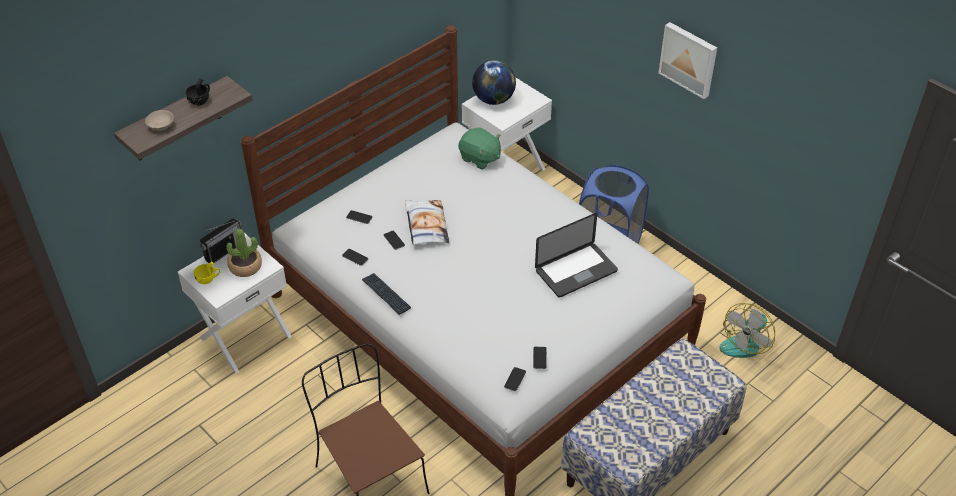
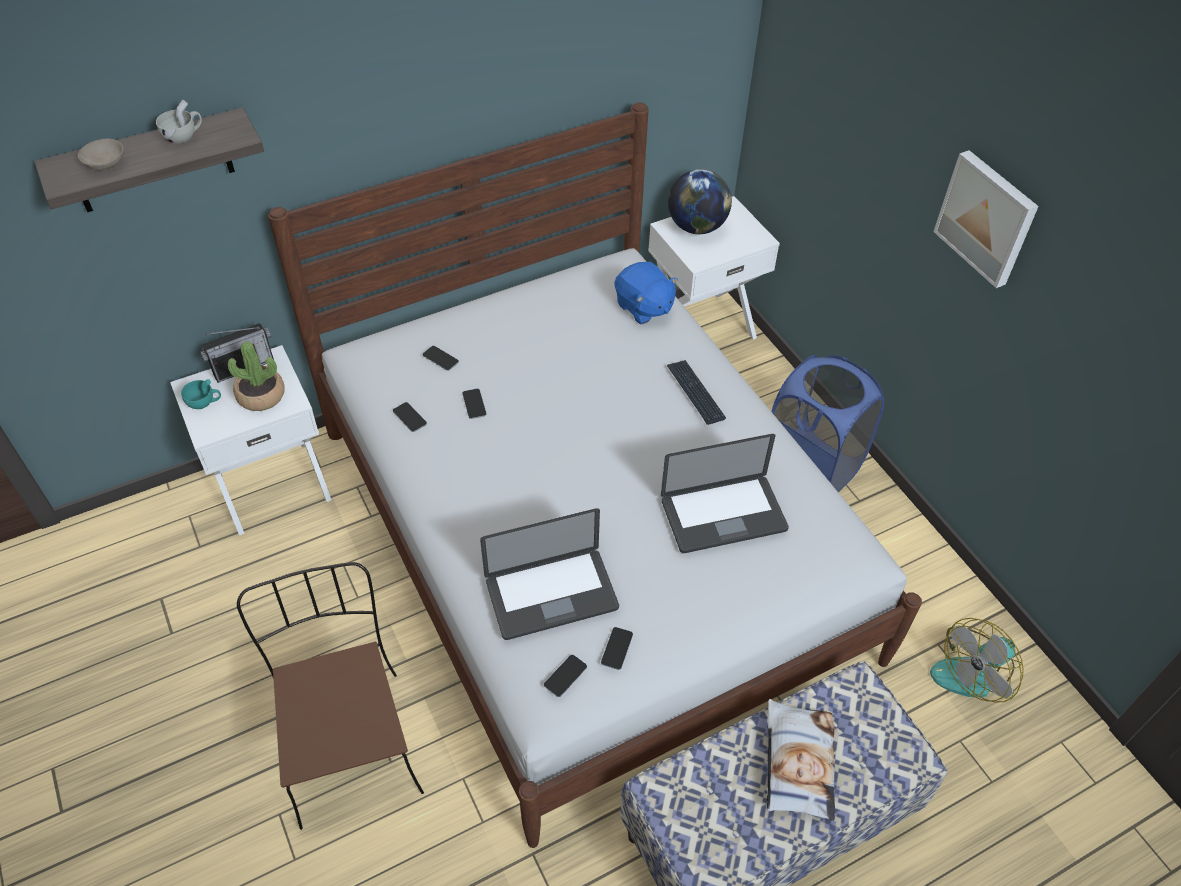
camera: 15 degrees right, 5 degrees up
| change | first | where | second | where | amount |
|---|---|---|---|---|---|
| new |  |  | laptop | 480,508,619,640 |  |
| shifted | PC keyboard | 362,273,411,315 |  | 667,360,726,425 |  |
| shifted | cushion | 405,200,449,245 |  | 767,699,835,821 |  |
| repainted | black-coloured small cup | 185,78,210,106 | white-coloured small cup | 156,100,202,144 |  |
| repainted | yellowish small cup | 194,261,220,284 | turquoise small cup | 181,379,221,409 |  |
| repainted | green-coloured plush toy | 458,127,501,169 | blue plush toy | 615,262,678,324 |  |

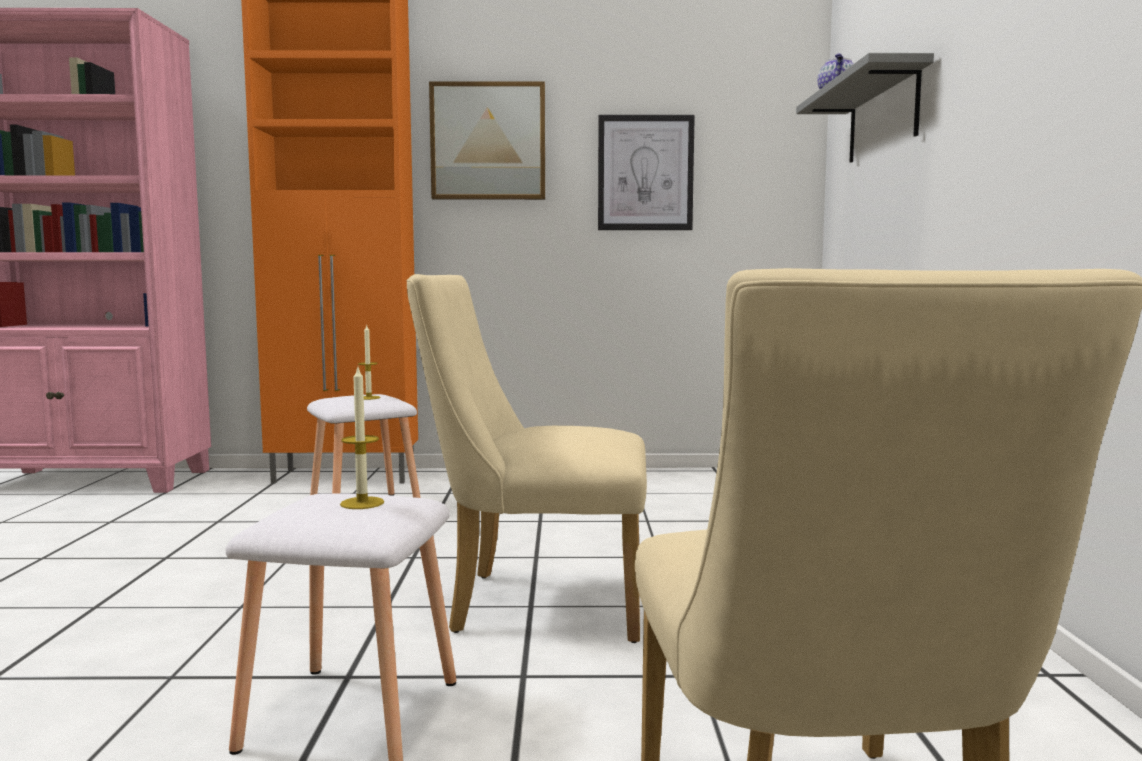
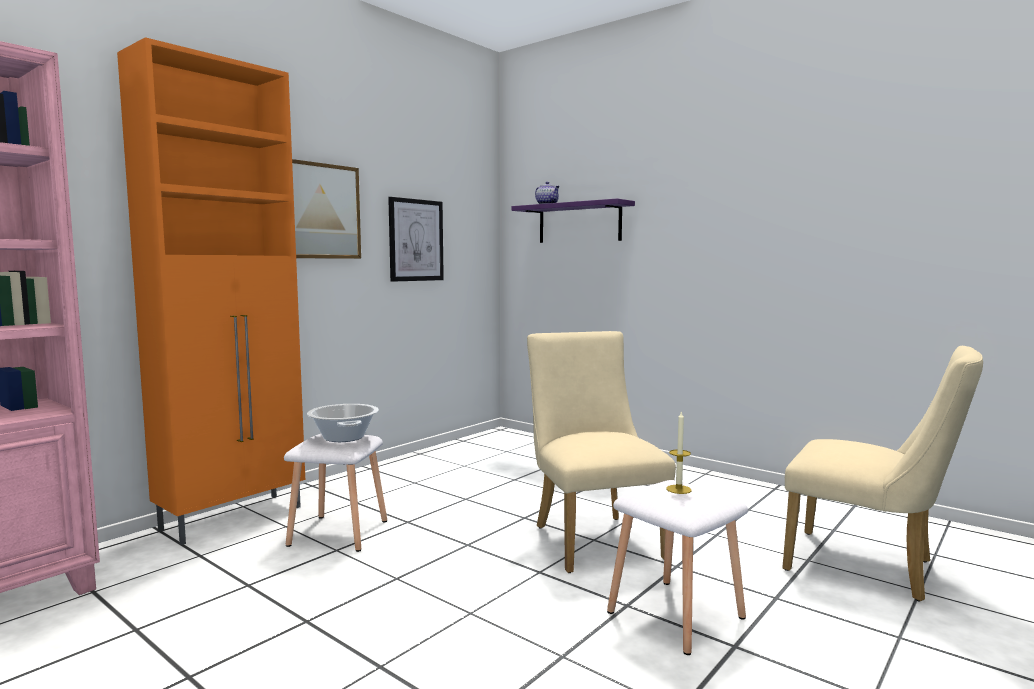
camera: 50 degrees left, 0 degrees up
| change | first | where | second | where | amount |
|---|---|---|---|---|---|
| swapped | wax candle | 358,325,381,400 | stockpot | 307,404,379,442 |  |
| repainted | greyish wall shelf | 796,53,934,163 | purple-coloured wall shelf | 511,198,635,243 |  |
| rotated | beige-coloured plain chair | 407,274,647,643 |  | 527,331,676,573 | 120 degrees clockwise |

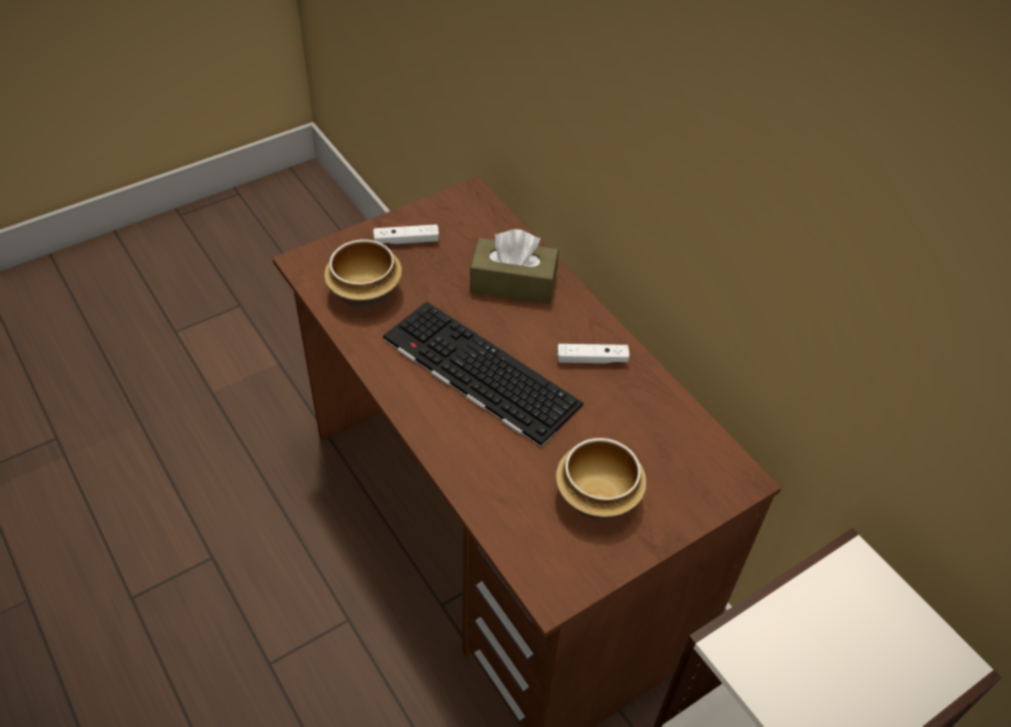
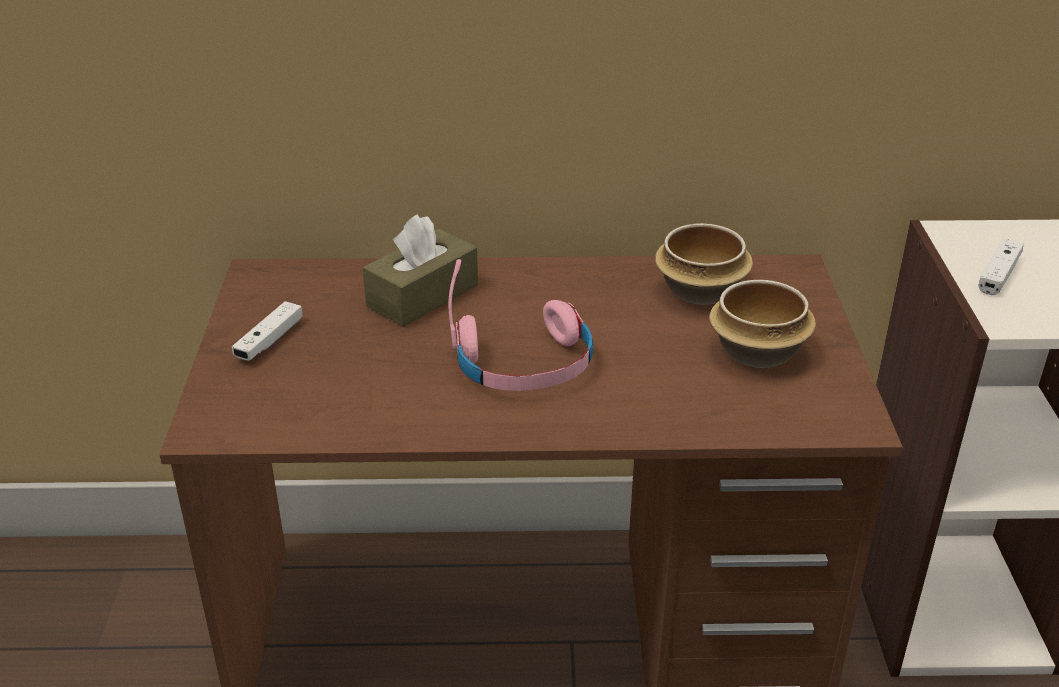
camera: 55 degrees left, 15 degrees down
| change | first | where | second | where | amount |
|---|---|---|---|---|---|
| shifted | bowl | 324,239,402,308 |  | 655,223,753,305 |  |
| shifted | white-coloured joypad | 557,344,630,364 |  | 978,239,1024,295 |  |
| swapped | PC keyboard | 383,302,583,447 | pink-coloured headset | 448,259,593,391 |  |

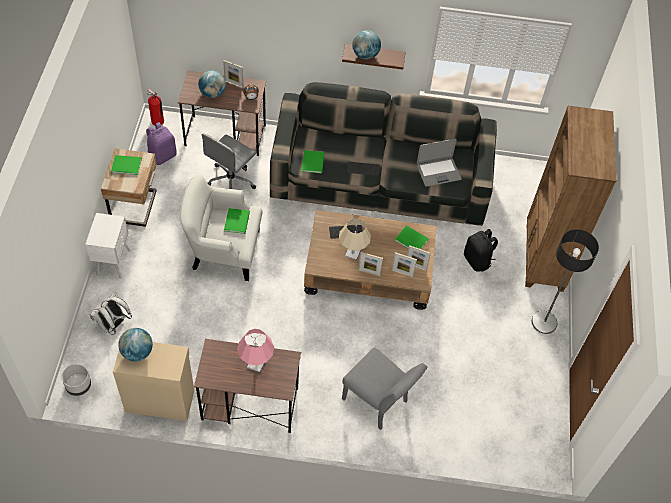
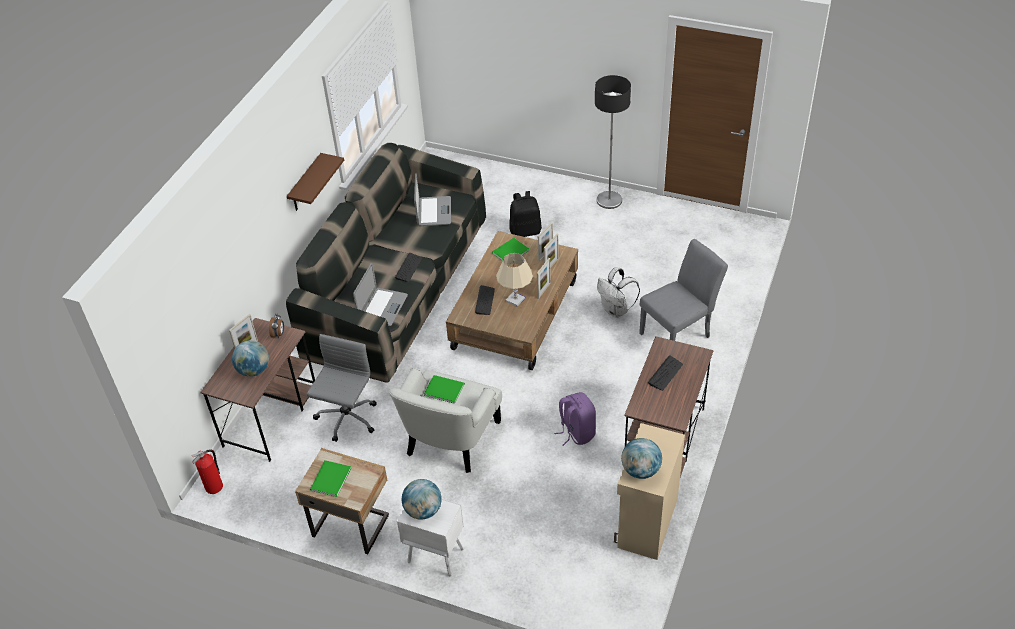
camera: 70 degrees left, 10 degrees down
| change | first | where | second | where | amount |
|---|---|---|---|---|---|
| gone | greyish planter | 62,364,91,396 |  |  |  |
| gone | brown-coloured bookcase | 525,106,616,292 |  |  |  |
| shifted | white-coloured knapsack | 90,292,132,335 |  | 597,267,640,318 |  |
| shifted | purple-coloured knapsack | 146,122,177,165 |  | 554,392,596,446 |  |
| shifted | globe | 352,30,381,59 |  | 402,479,442,520 |  |
| swapped | pink-coloured tabletop lamp | 237,329,274,372 | PC keyboard | 648,356,683,391 |  |
| swapped | green-coloured volume | 302,150,324,173 | laptop | 353,263,408,326 |  |
| rotated | greyish desk chair | 202,133,256,189 |  | 307,334,377,442 | 120 degrees counterclockwise |

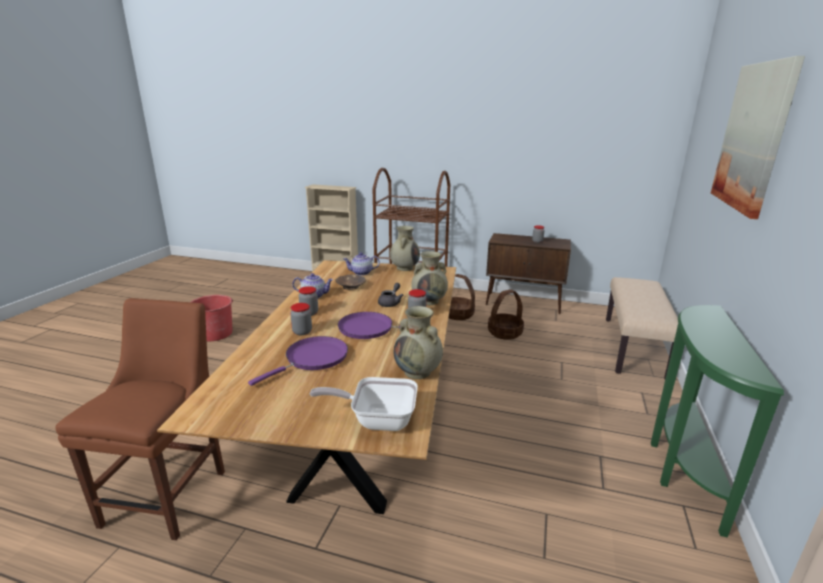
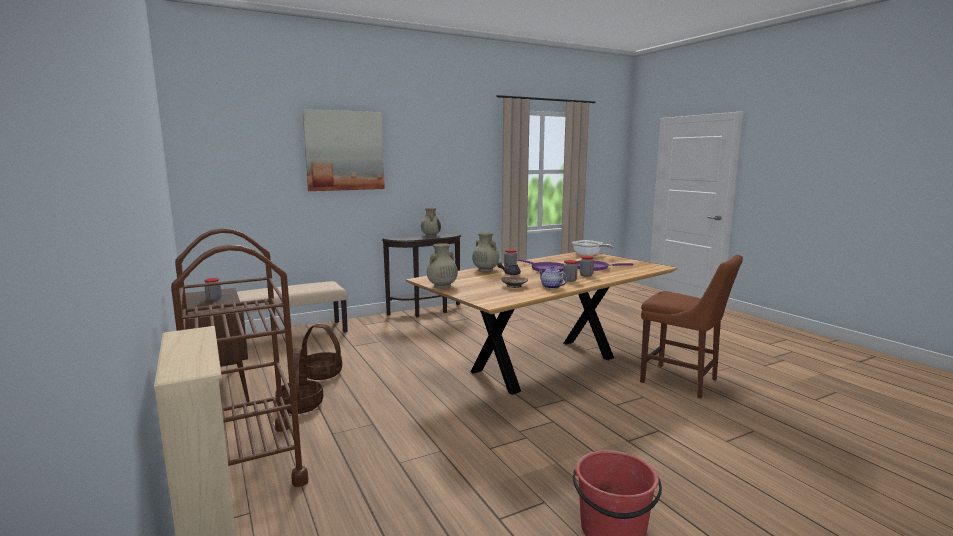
camera: 135 degrees left, 10 degrees down
| change | first | where | second | where | amount |
|---|---|---|---|---|---|
| gone | tea pot | 344,252,380,276 |  |  |  |
| shifted | beige-coloured decorative vase | 394,306,443,379 |  | 421,208,441,237 |  |
| repainted | green-coloured narrow table | 651,305,784,538 | brown-coloured narrow table | 382,233,461,317 |  |
| rotated | brown-coloured plain chair | 55,298,225,540 |  | 640,255,743,399 | 105 degrees counterclockwise |

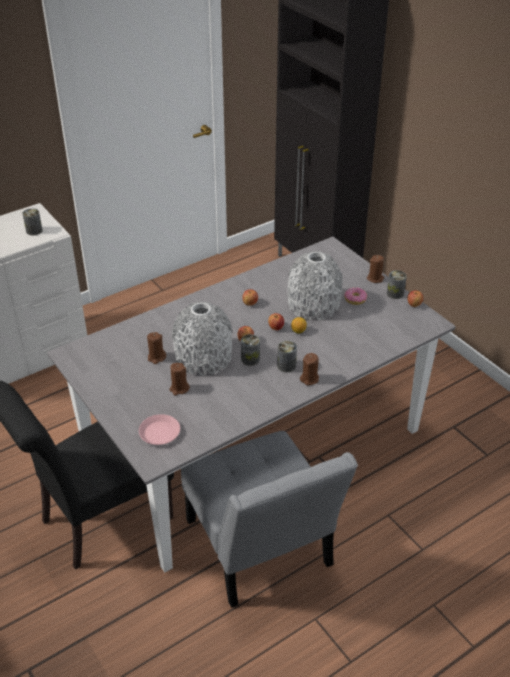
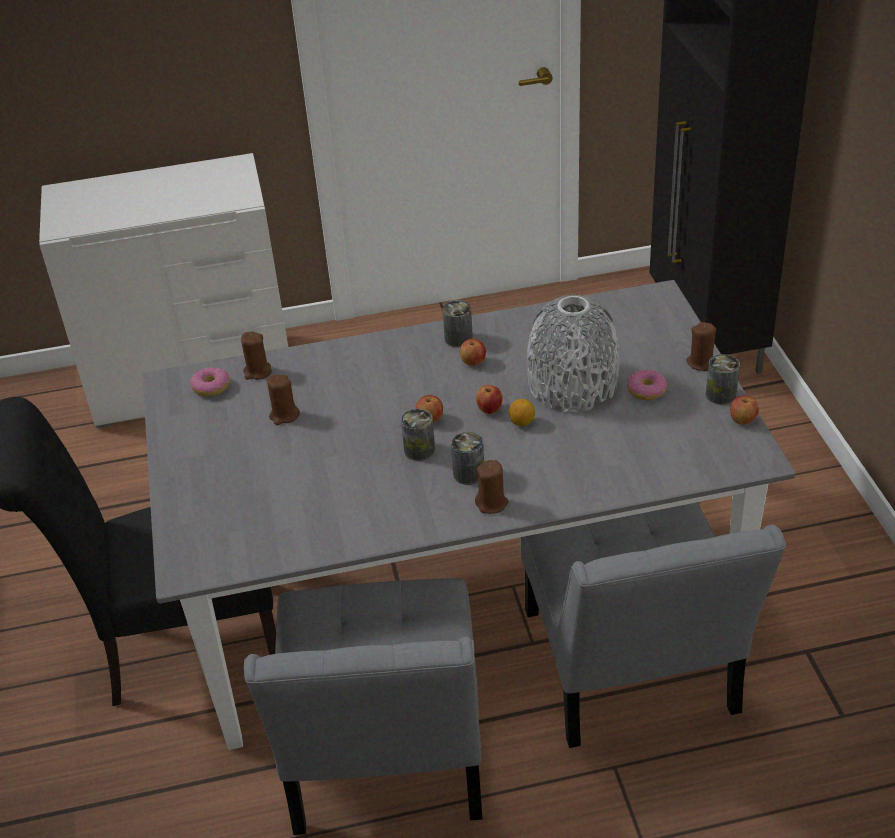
camera: 25 degrees right, 0 degrees up
| change | first | where | second | where | amount |
|---|---|---|---|---|---|
| gone | pink-coloured flat dish | 139,414,180,445 |  |  |  |
| gone | greyish decorative vase | 172,302,233,376 |  |  |  |
| new |  |  | doughnut | 190,367,230,397 |  |
| new |  |  | greyish plain chair | 520,502,786,748 |  |
| shifted | can | 22,208,43,236 |  | 443,300,473,348 |  |
| shifted | brown-coloured wax candle | 170,363,190,396 |  | 241,332,272,380 |  |

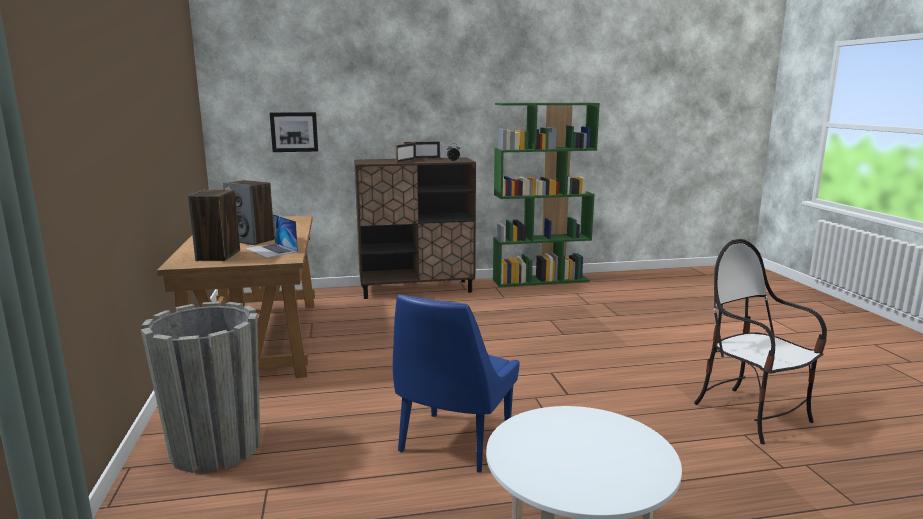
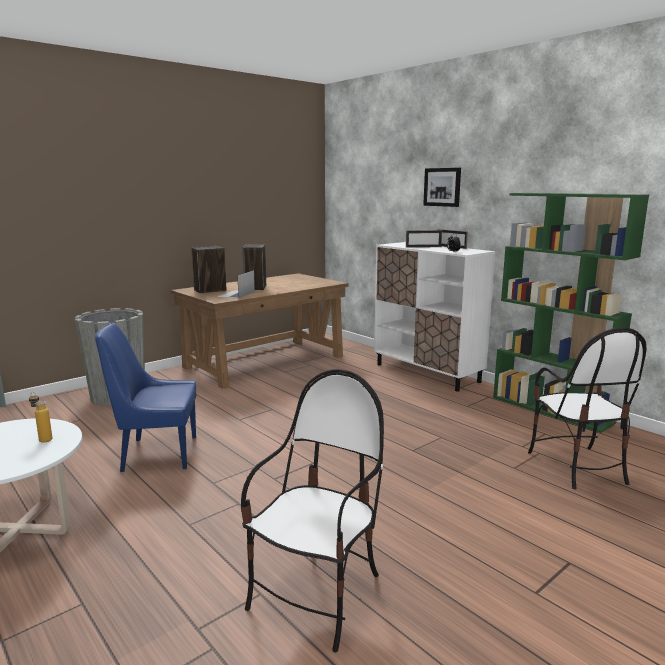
camera: 60 degrees right, 0 degrees up
| change | first | where | second | where | amount |
|---|---|---|---|---|---|
| new |  |  | drink bottle | 29,392,52,443 |  |
| new |  |  | plain chair | 528,328,647,489 |  |
| shifted | wall picture | 270,112,318,152 |  | 423,168,461,207 |  |
| repainted | brown-coloured storage cabinet | 354,157,476,299 | white-coloured storage cabinet | 374,242,496,392 |  |

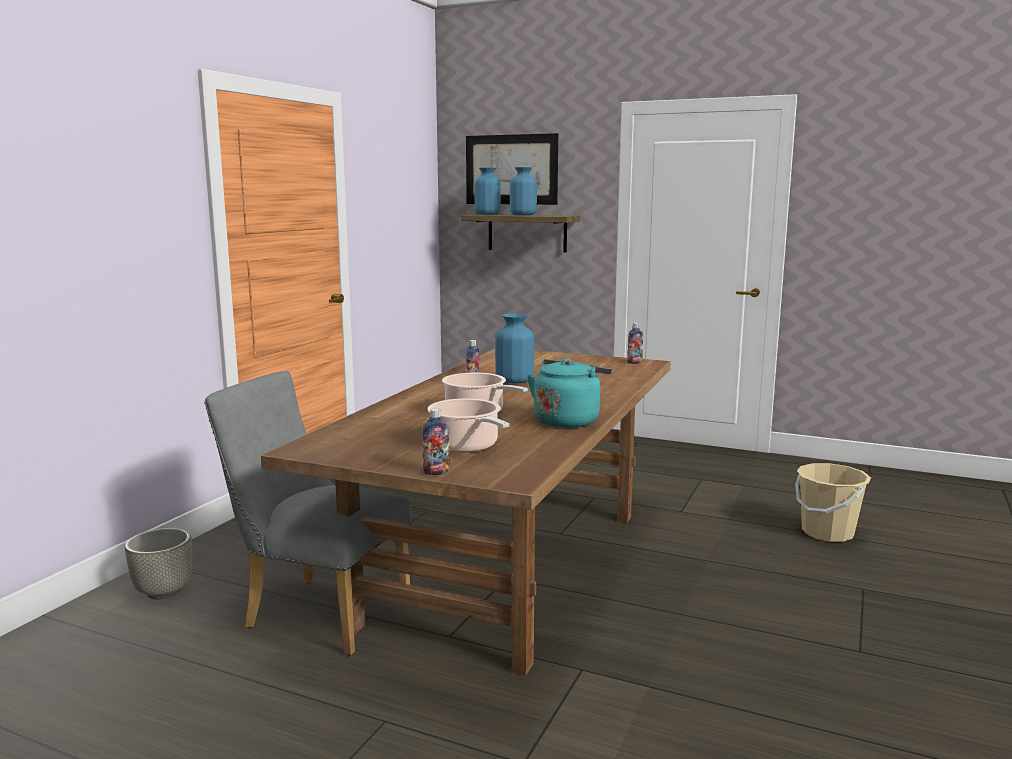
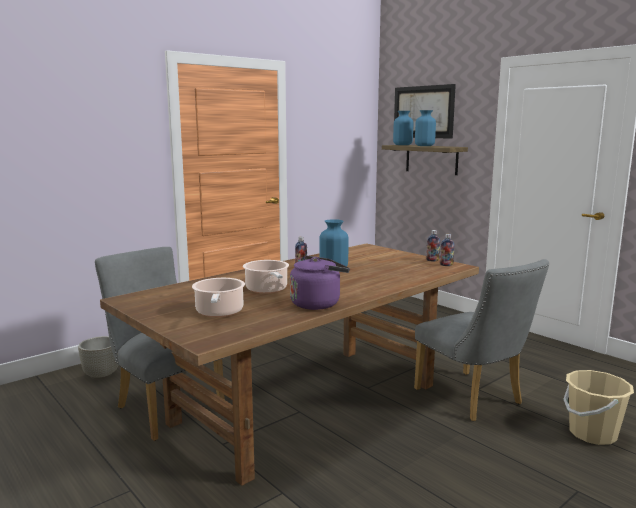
camera: 25 degrees right, 0 degrees up
| change | first | where | second | where | amount |
|---|---|---|---|---|---|
| new |  |  | greyish plain chair | 414,259,549,421 |  |
| shifted | drink bottle | 422,408,450,475 |  | 426,230,440,261 |  |
| repainted | turquoise tea kettle | 527,359,612,428 | purple-coloured tea kettle | 290,256,350,310 |  |

